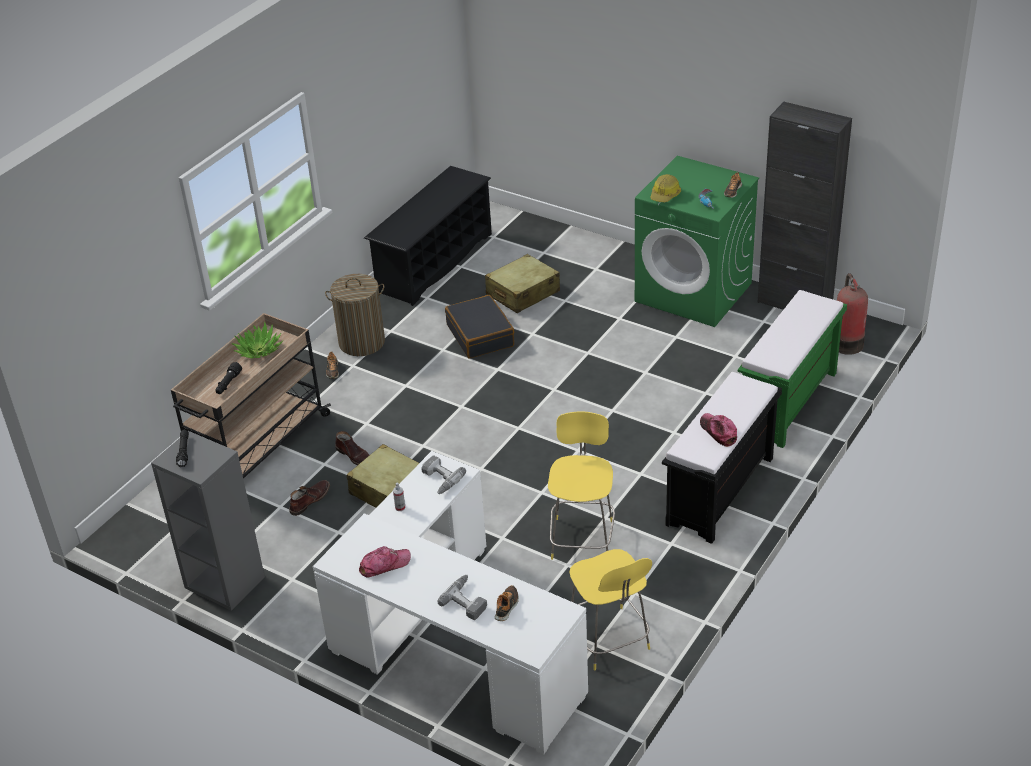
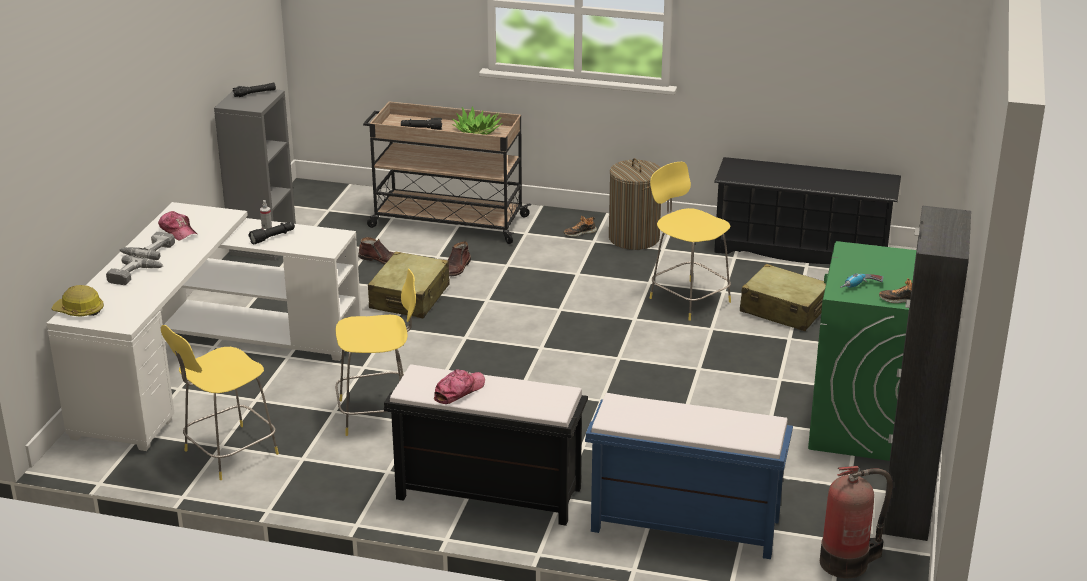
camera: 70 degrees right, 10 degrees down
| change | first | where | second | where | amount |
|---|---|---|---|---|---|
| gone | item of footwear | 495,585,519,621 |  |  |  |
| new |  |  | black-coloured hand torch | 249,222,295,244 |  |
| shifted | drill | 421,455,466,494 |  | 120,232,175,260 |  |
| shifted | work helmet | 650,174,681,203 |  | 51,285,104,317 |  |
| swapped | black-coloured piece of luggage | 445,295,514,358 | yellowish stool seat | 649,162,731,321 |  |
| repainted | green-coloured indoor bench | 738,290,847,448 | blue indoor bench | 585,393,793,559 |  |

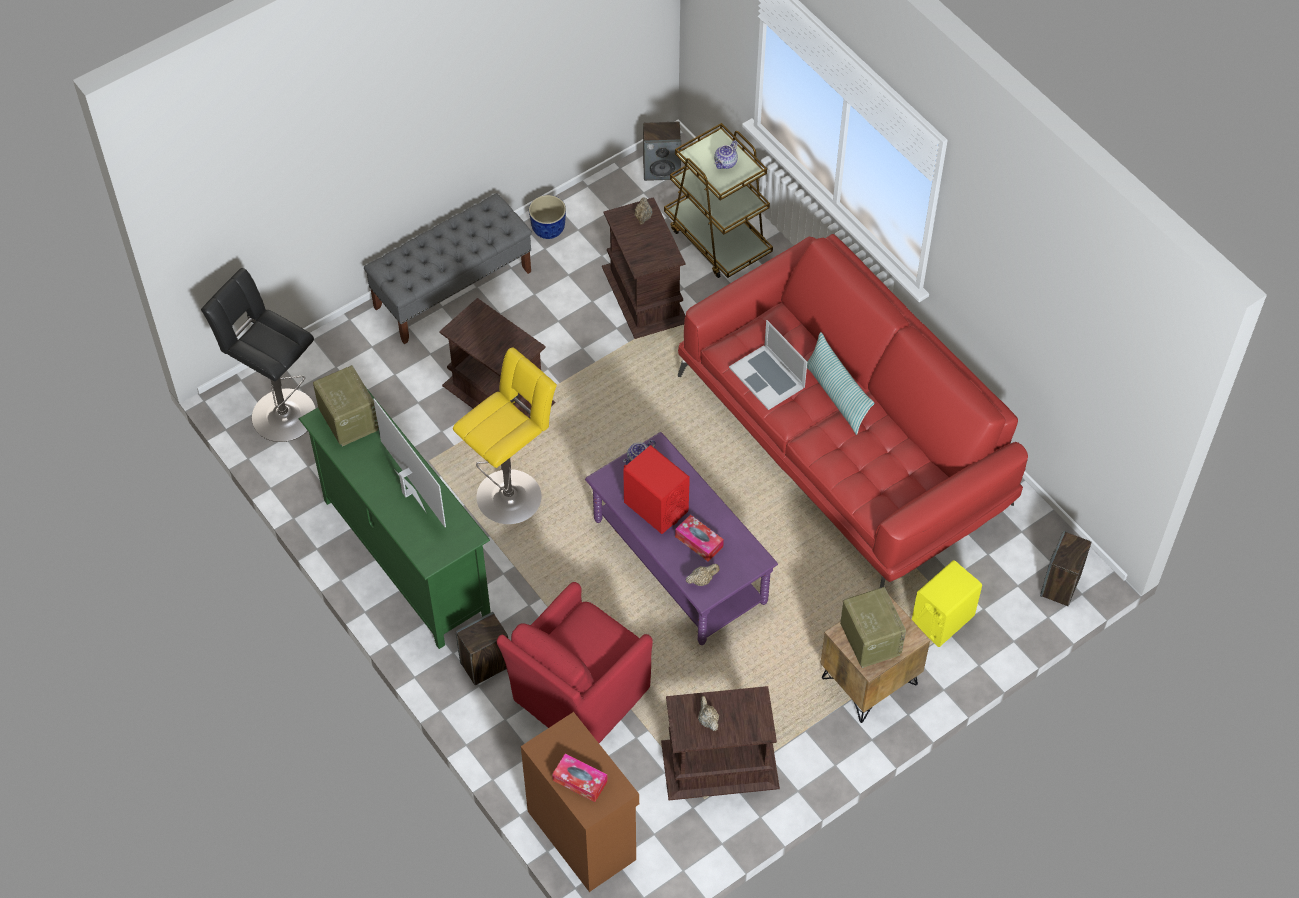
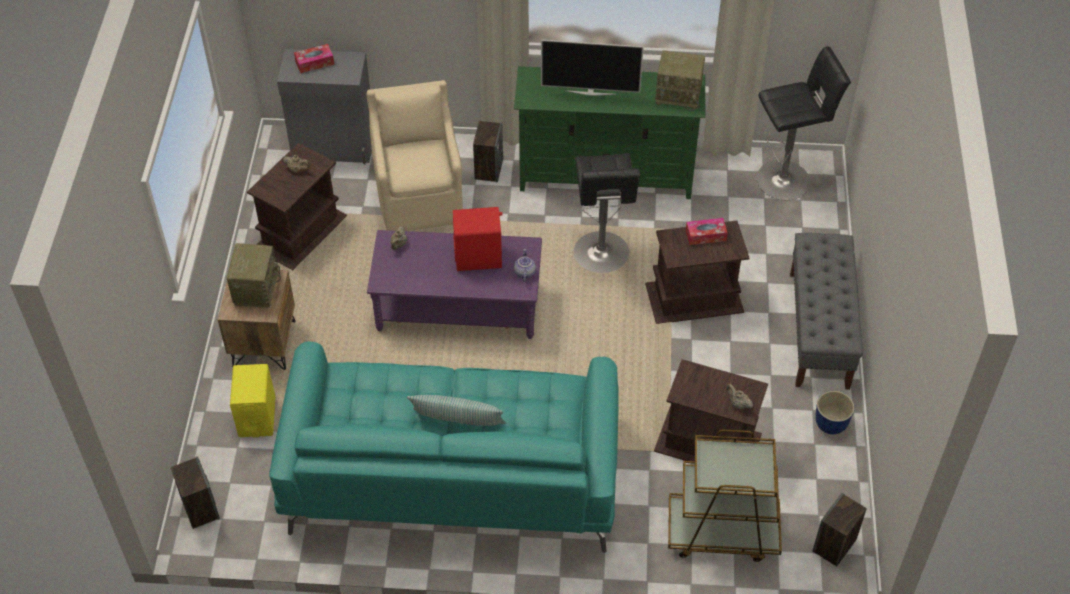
camera: 130 degrees right, 5 degrees down
| change | first | where | second | where | amount |
|---|---|---|---|---|---|
| gone | tea pot | 714,141,738,169 |  |  |  |
| gone | laptop | 729,320,807,410 |  |  |  |
| shifted | box of tissues | 675,514,724,562 |  | 686,218,728,245 |  |
| repainted | yellowish stool seat | 453,348,557,524 | black-coloured stool seat | 574,153,640,273 |  |
| repainted | red easy chair | 497,582,653,743 | beige-coloured easy chair | 366,80,463,231 |  |
| repainted | brown-coloured storage cabinet | 521,712,639,892 | greyish storage cabinet | 277,49,372,164 |  |
| repainted | red couch | 678,234,1028,588 | turquoise couch | 269,342,619,553 |  |
| rotated | radio | 840,587,906,668 |  | 227,243,281,308 | 105 degrees counterclockwise |

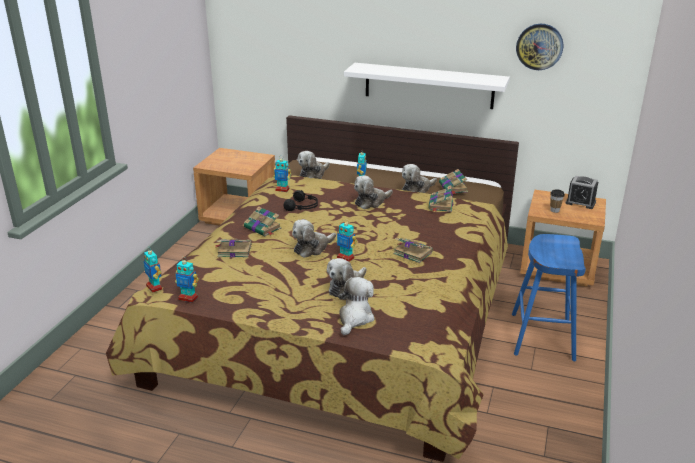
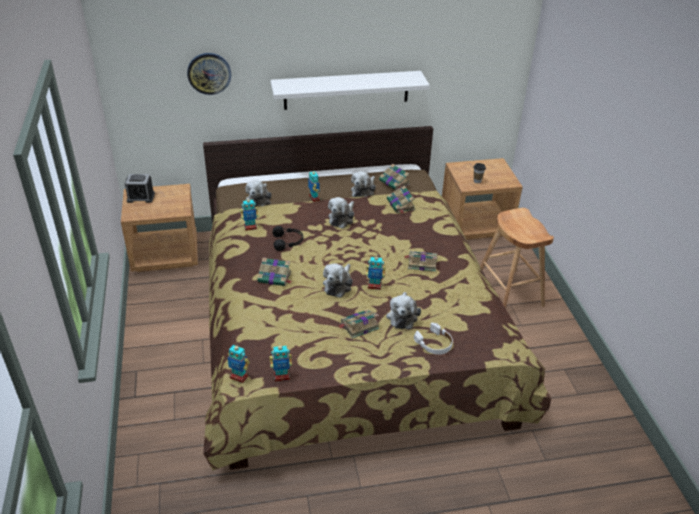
camera: 30 degrees left, 10 degrees up
| change | first | where | second | where | amount |
|---|---|---|---|---|---|
| shifted | volume | 216,238,252,258 |  | 339,309,380,339 |  |
| shifted | clock on the wall | 516,24,563,70 |  | 187,53,231,95 |  |
| shifted | alarm clock | 566,176,598,209 |  | 125,174,155,203 |  |
| swapped | plush toy | 338,277,374,335 | white-coloured headset | 414,322,453,355 |  |
| repainted | blue stool seat | 512,234,586,361 | brown-coloured stool seat | 480,208,554,308 |  |

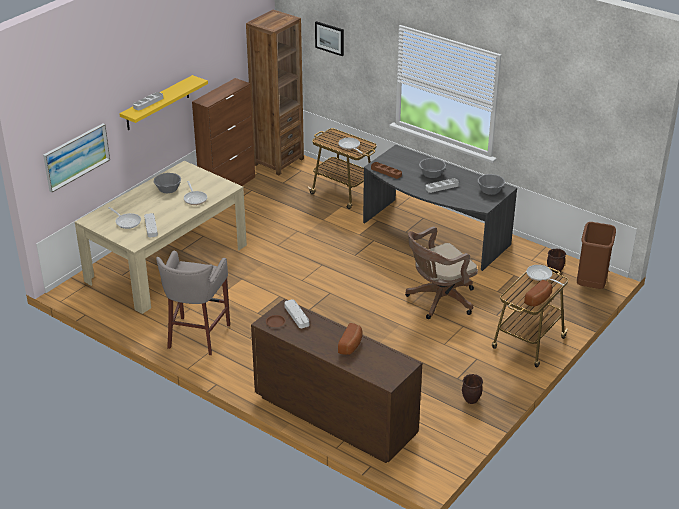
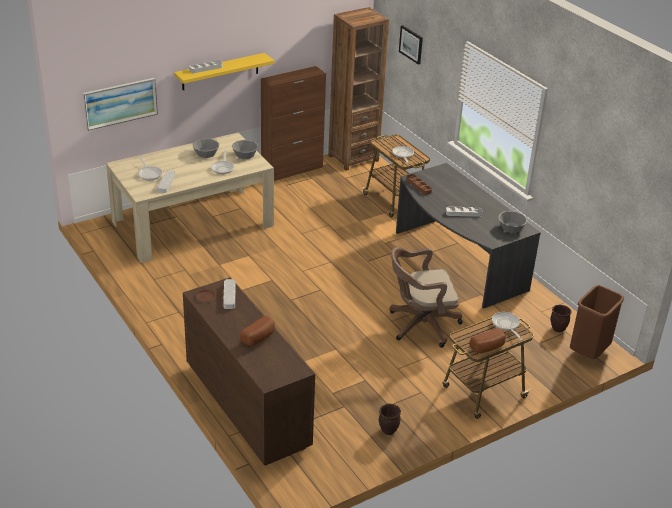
camera: 20 degrees right, 0 degrees up
| change | first | where | second | where | amount |
|---|---|---|---|---|---|
| gone | greyish stool seat | 156,251,230,355 |  |  |  |
| shifted | greyish bowl | 419,158,446,178 |  | 232,140,259,159 |  |

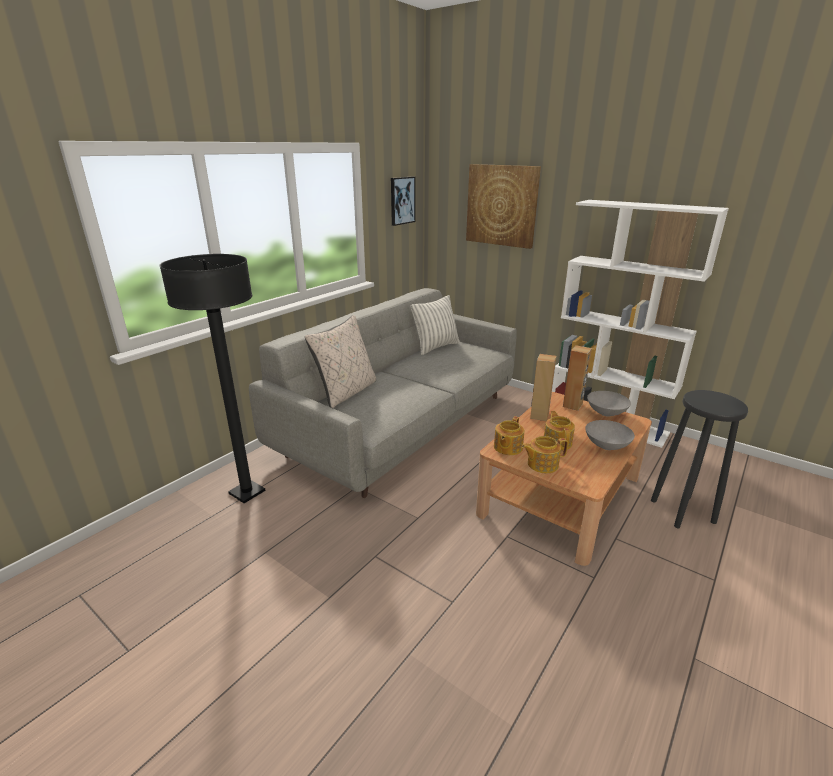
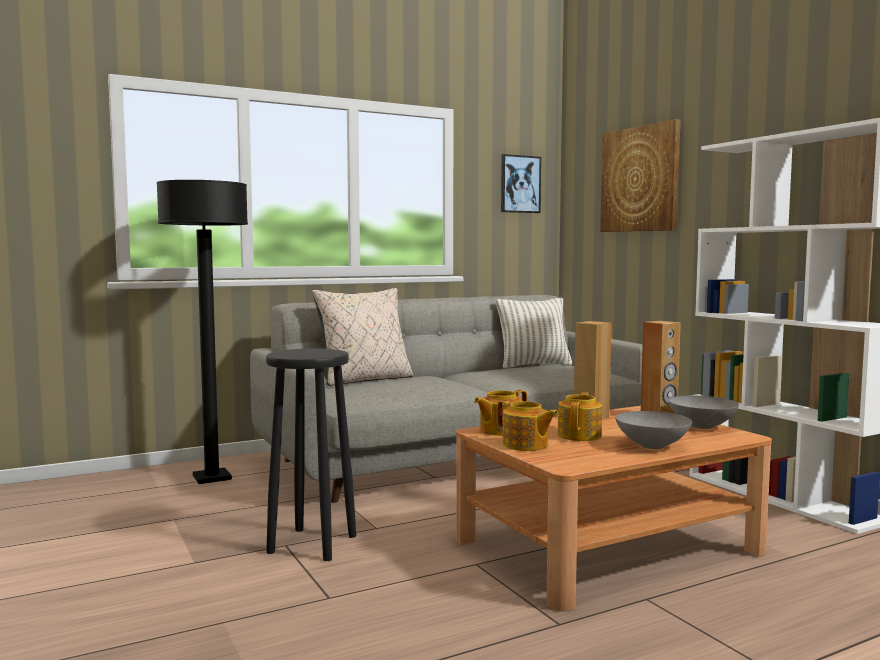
camera: 25 degrees right, 20 degrees down
| change | first | where | second | where | amount |
|---|---|---|---|---|---|
| shifted | black-coloured stool seat | 651,390,748,528 |  | 266,348,356,561 |  |
| rotated | tea pot | 522,436,568,473 |  | 497,400,558,451 | 150 degrees counterclockwise |

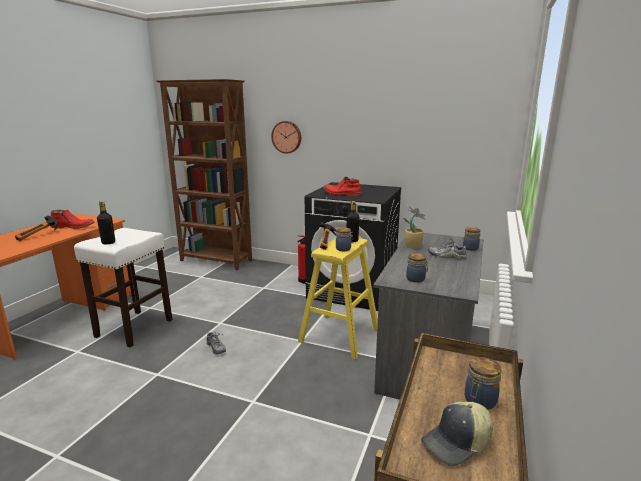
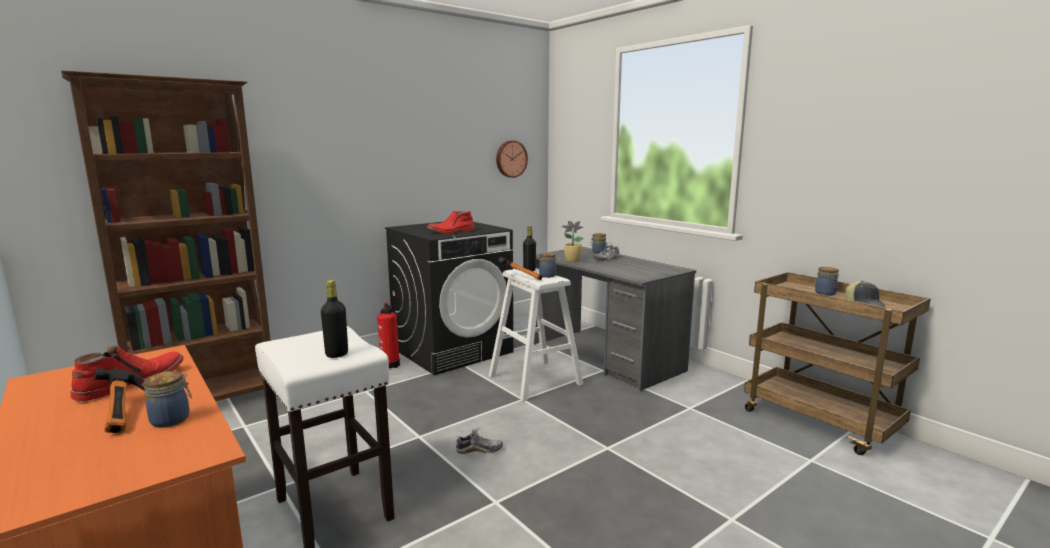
camera: 60 degrees left, 5 degrees down
| change | first | where | second | where | amount |
|---|---|---|---|---|---|
| shifted | clock on the wall | 271,121,301,154 |  | 496,140,528,178 |  |
| shifted | storage jar | 406,253,429,283 |  | 144,371,192,428 |  |
| repainted | yellowish stool seat | 298,238,378,360 | white-coloured stool seat | 489,268,583,402 |  |

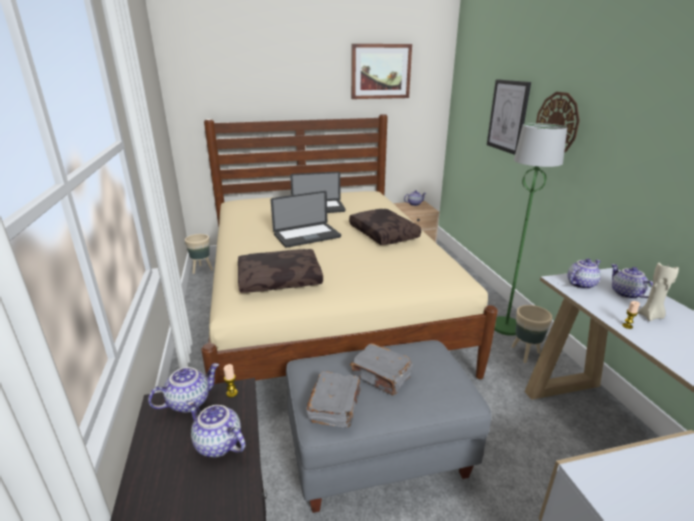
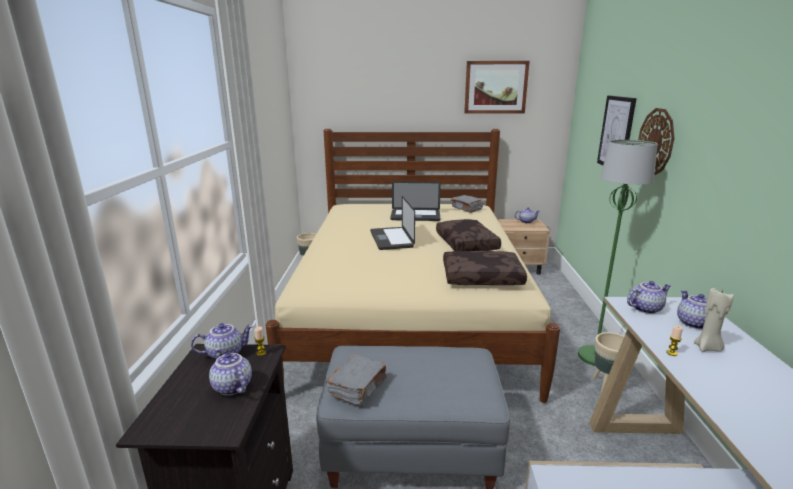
camera: 15 degrees right, 5 degrees down
| change | first | where | second | where | amount |
|---|---|---|---|---|---|
| shifted | brown-coloured cushion | 238,249,323,293 |  | 443,251,527,285 |  |
| shifted | greyish volume | 350,343,413,395 |  | 451,195,483,213 |  |
| rotated | laptop | 271,191,341,248 |  | 370,196,415,250 | 90 degrees clockwise |

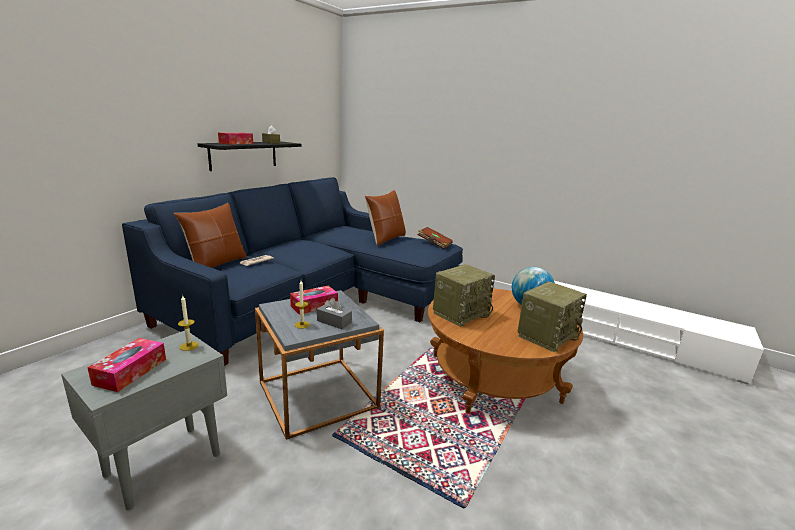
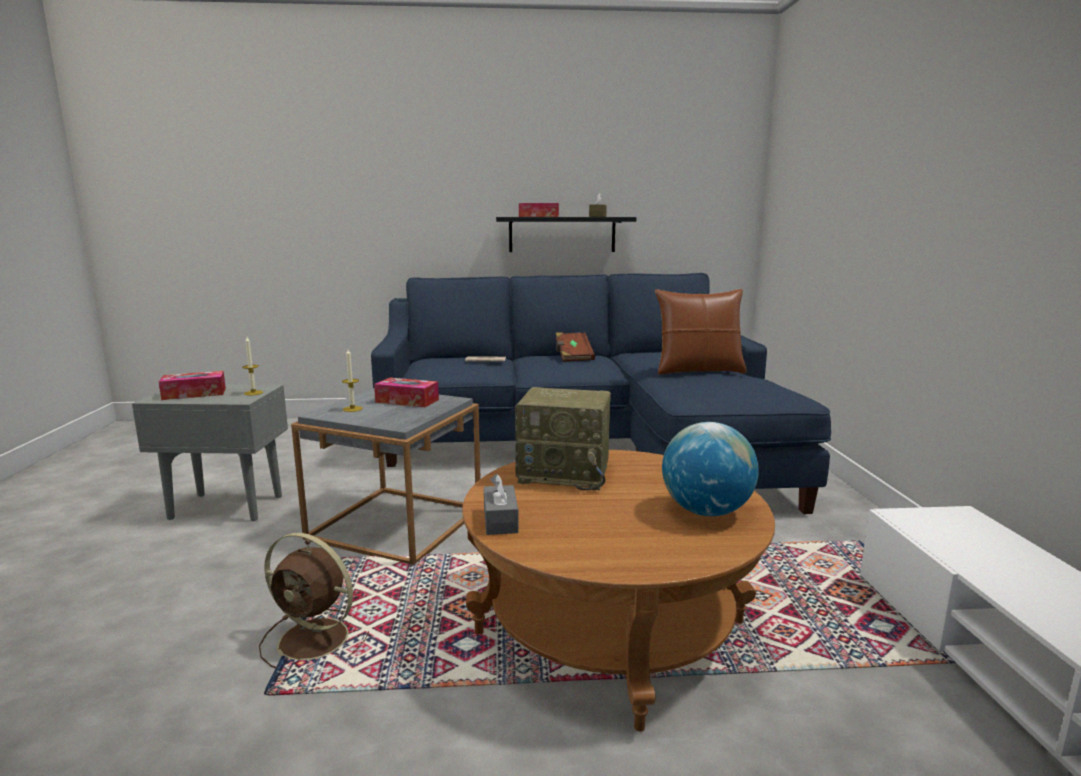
camera: 55 degrees right, 5 degrees down
| change | first | where | second | where | amount |
|---|---|---|---|---|---|
| gone | brown-coloured cushion | 174,203,246,268 |  |  |  |
| gone | radio | 518,281,587,352 |  |  |  |
| new |  |  | brown-coloured fan | 259,533,369,668 |  |
| shifted | greyish box of tissues | 317,298,352,329 |  | 484,474,519,535 |  |
| shifted | brown-coloured volume | 418,227,453,249 |  | 556,332,595,362 |  |

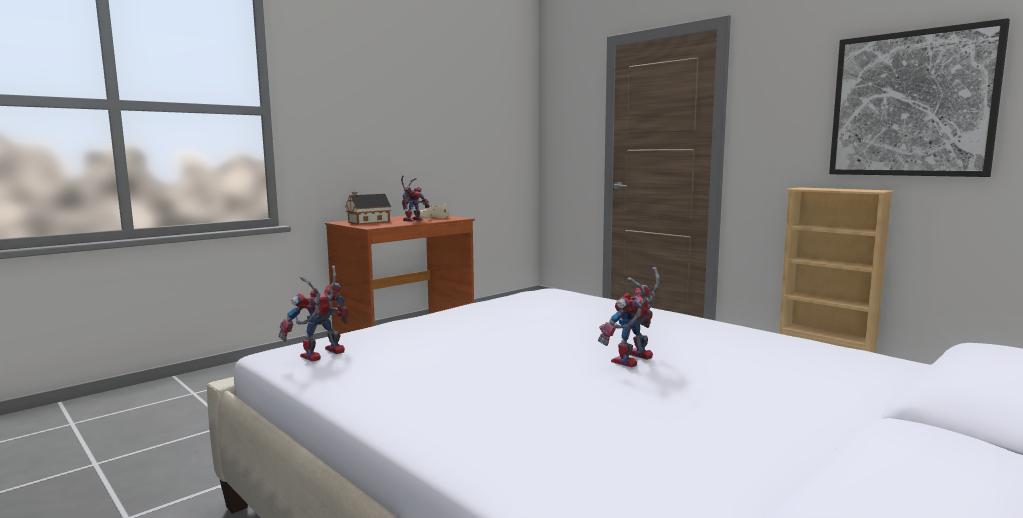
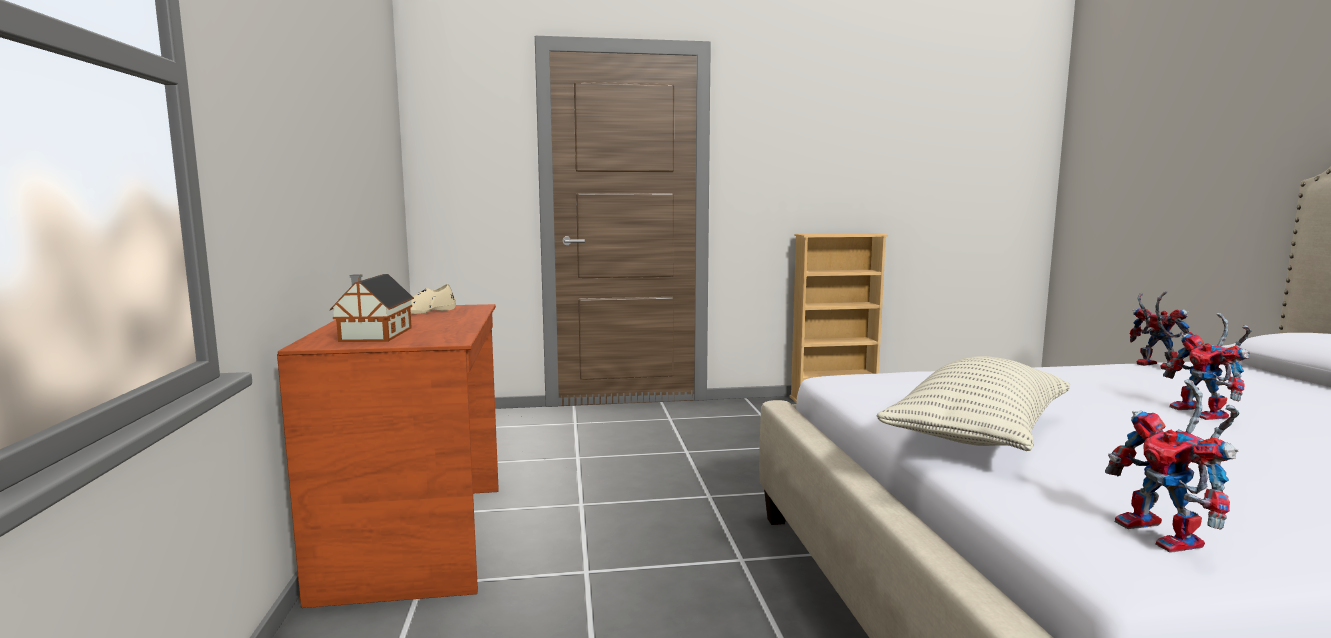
camera: 55 degrees left, 0 degrees up
| change | first | where | second | where | amount |
|---|---|---|---|---|---|
| gone | wall picture | 829,18,1010,177 |  |  |  |
| new |  |  | cushion | 877,356,1070,451 |  |
| shifted | toy robot | 401,175,430,222 |  | 1130,291,1193,370 |  |

